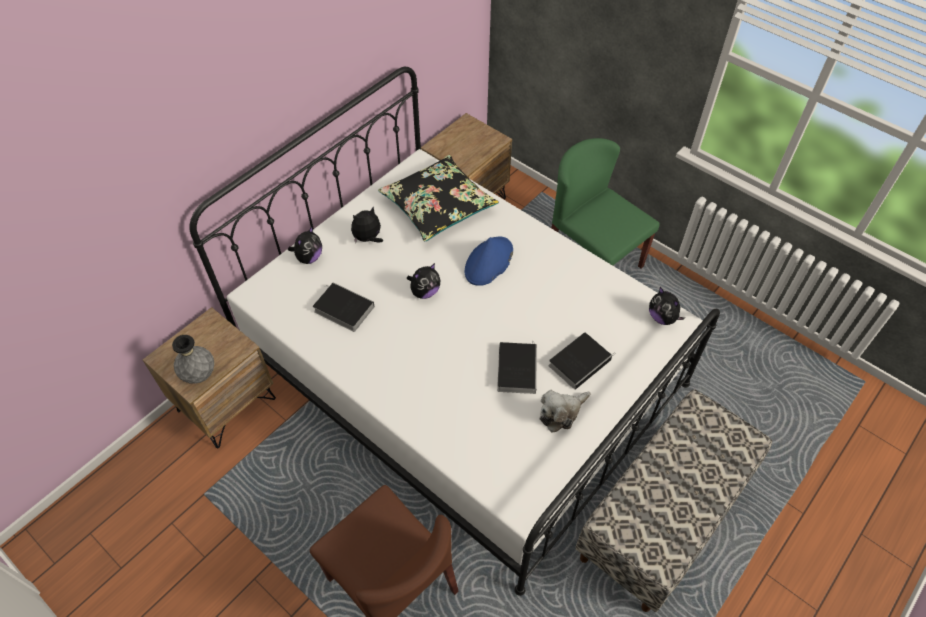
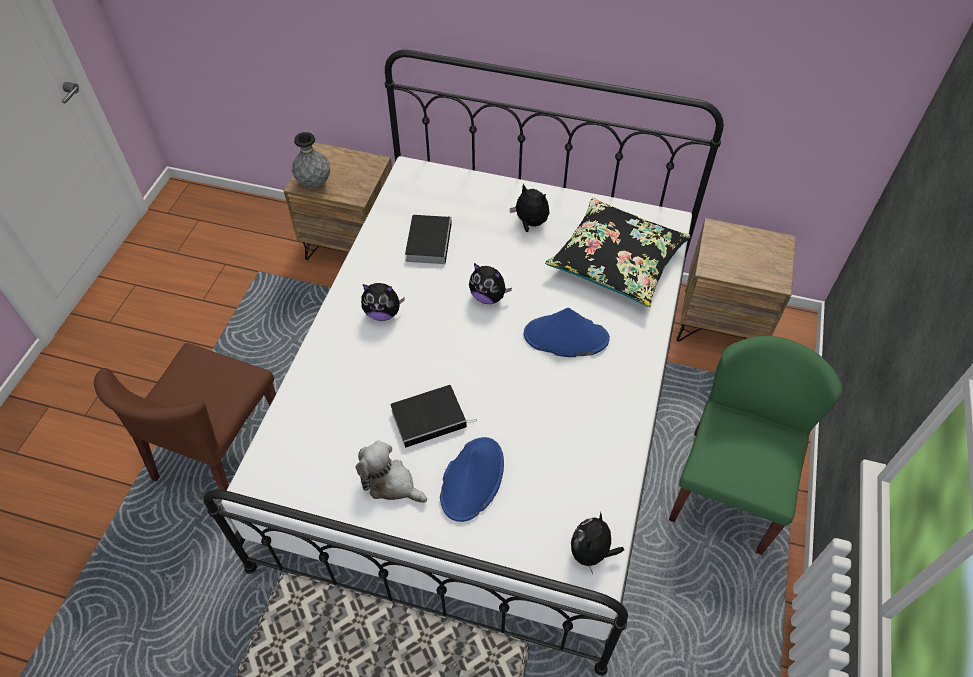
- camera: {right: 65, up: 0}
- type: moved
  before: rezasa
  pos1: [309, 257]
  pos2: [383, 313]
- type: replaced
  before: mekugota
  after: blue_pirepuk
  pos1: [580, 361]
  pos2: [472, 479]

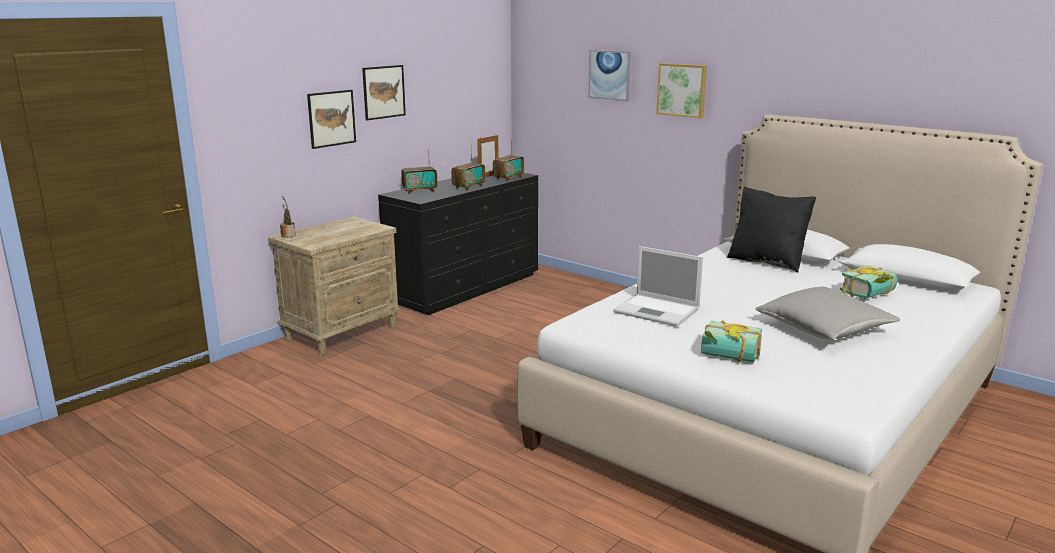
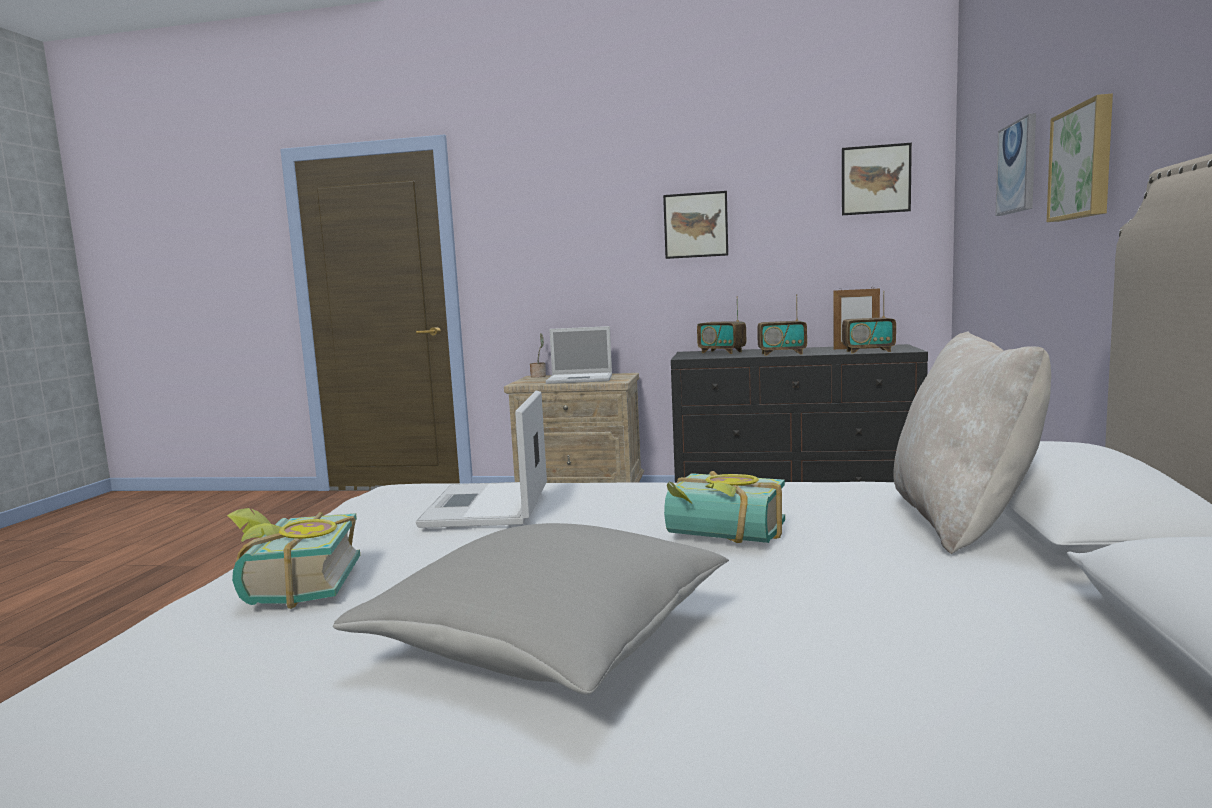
- camera: {right: 60, up: -10}
- type: moved
  before: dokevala
  pos1: [331, 118]
  pos2: [875, 179]
- type: recoloured
  before: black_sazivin
  after: beige_sazivin
  pos1: [767, 262]
  pos2: [962, 522]
- type: moved
  before: mekugota
  pos1: [871, 295]
  pos2: [722, 538]
- type: added
  after: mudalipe
  pos2: [581, 379]

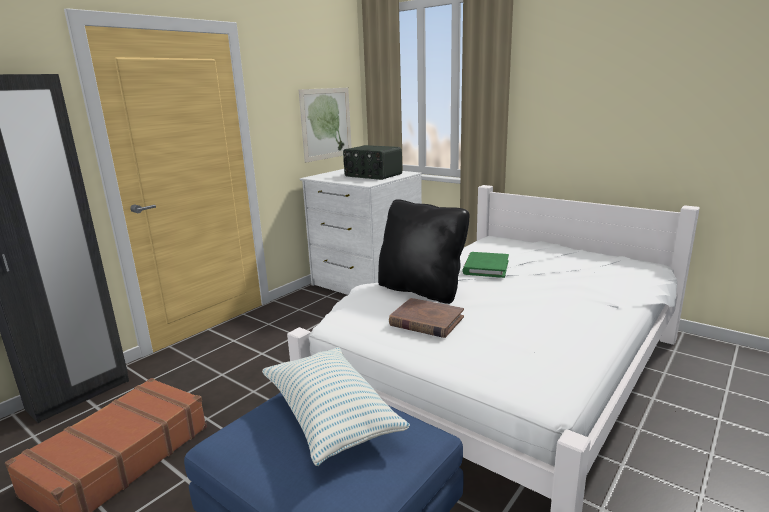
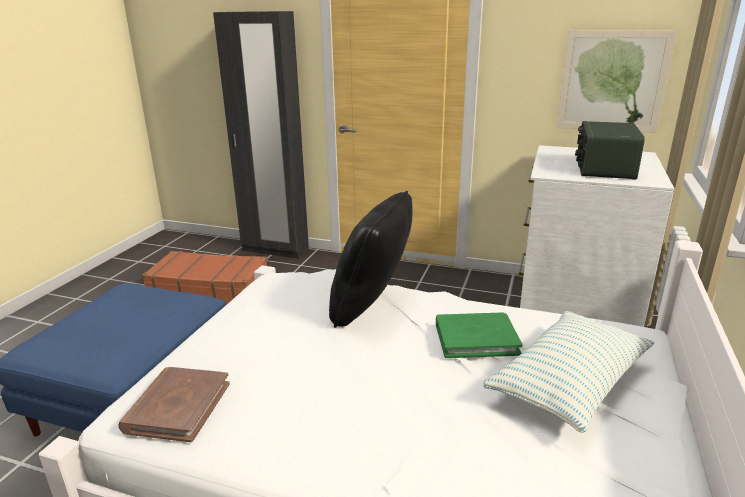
- camera: {right: 70, up: 5}
- type: moved
  before: sazivin
  pos1: [330, 417]
  pos2: [569, 384]
- type: moved
  before: brown_mekugota
  pos1: [426, 321]
  pos2: [177, 407]

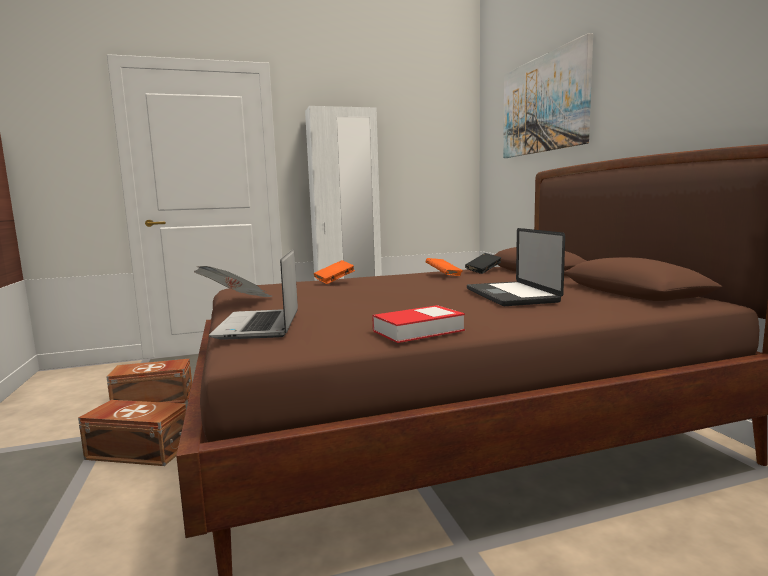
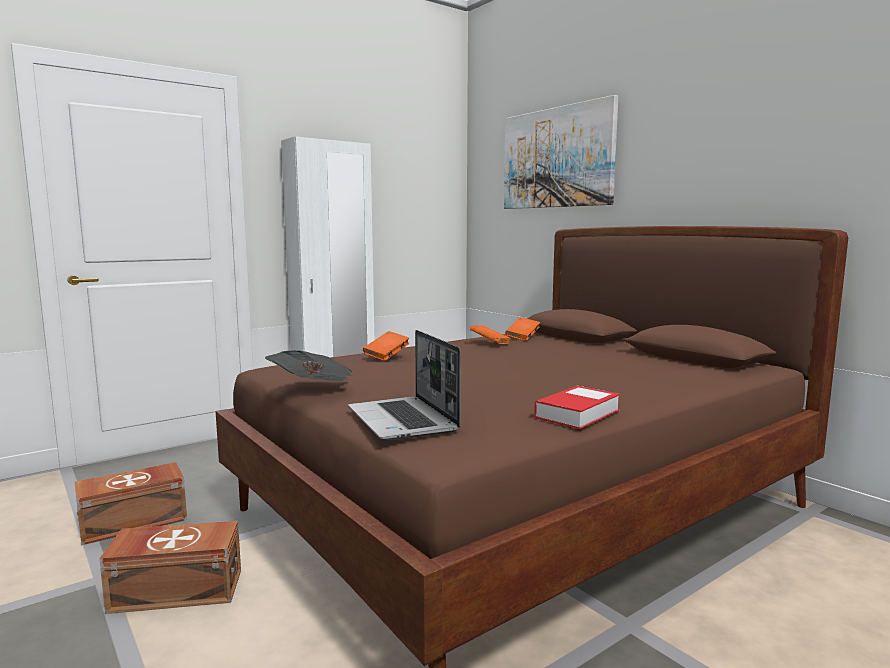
- camera: {right: -20, up: 0}
- type: recoloured
  before: black_mekugota
  after: orange_mekugota
  pos1: [483, 271]
  pos2: [522, 337]
- type: removed
  before: mudalipe
  pos1: [510, 295]

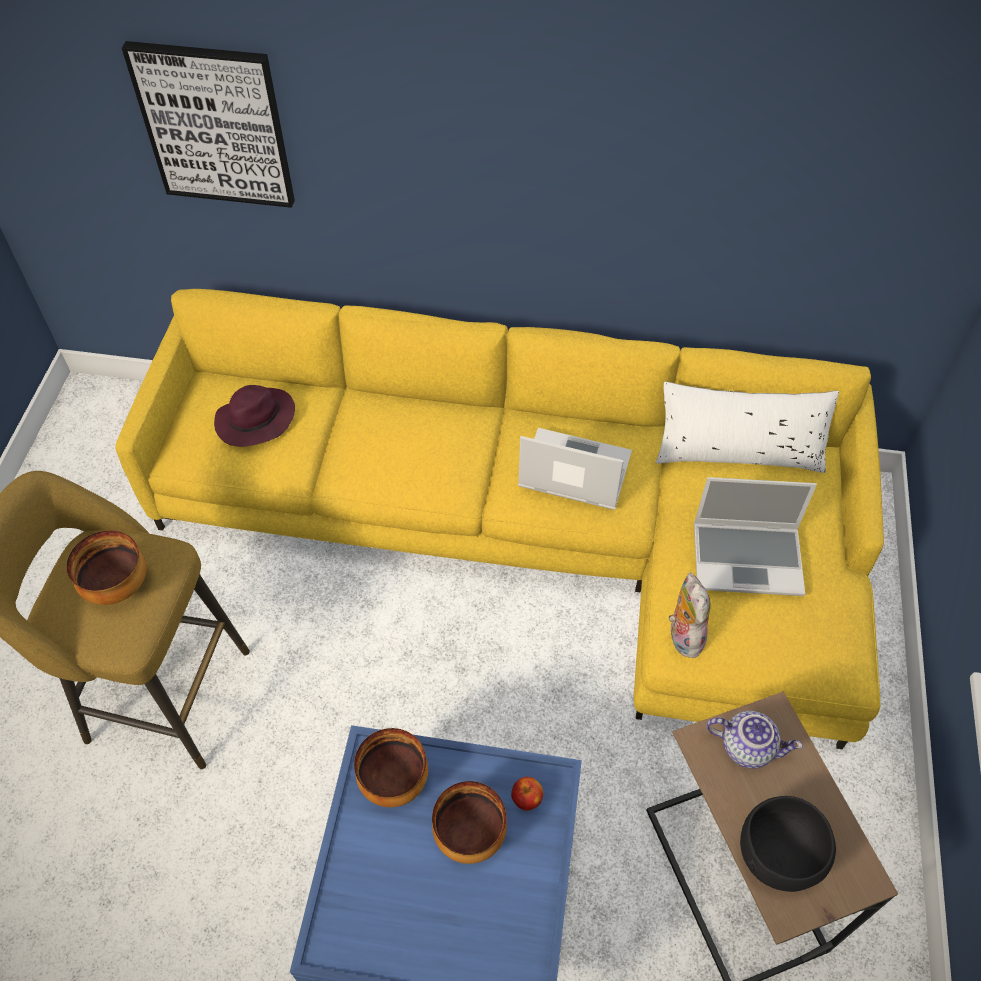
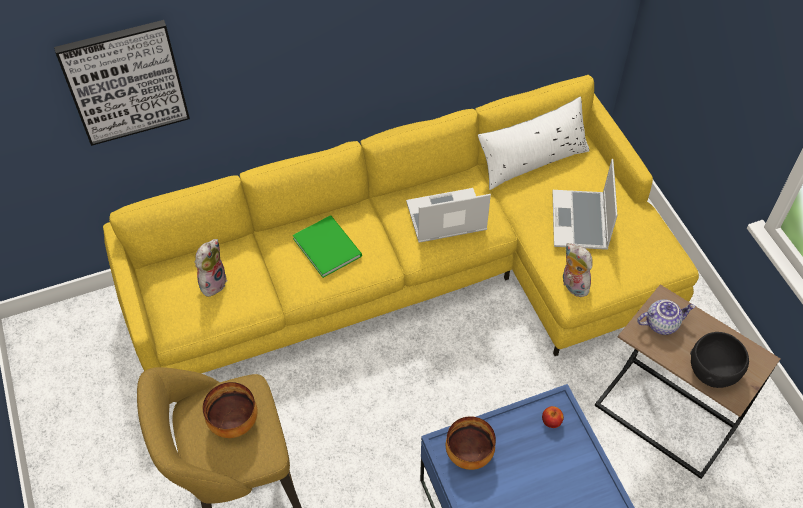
- camera: {right: -30, up: 0}
- type: replaced
  before: purple_pirepuk
  after: rezasa
  pos1: [255, 421]
  pos2: [212, 282]
- type: removed
  before: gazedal
  pos1: [469, 835]
- type: turned
  before: mudalipe
  pos1: [748, 558]
  pos2: [581, 222]
  turn: 120
- type: added
  after: green_mekugota
  pos2: [327, 245]

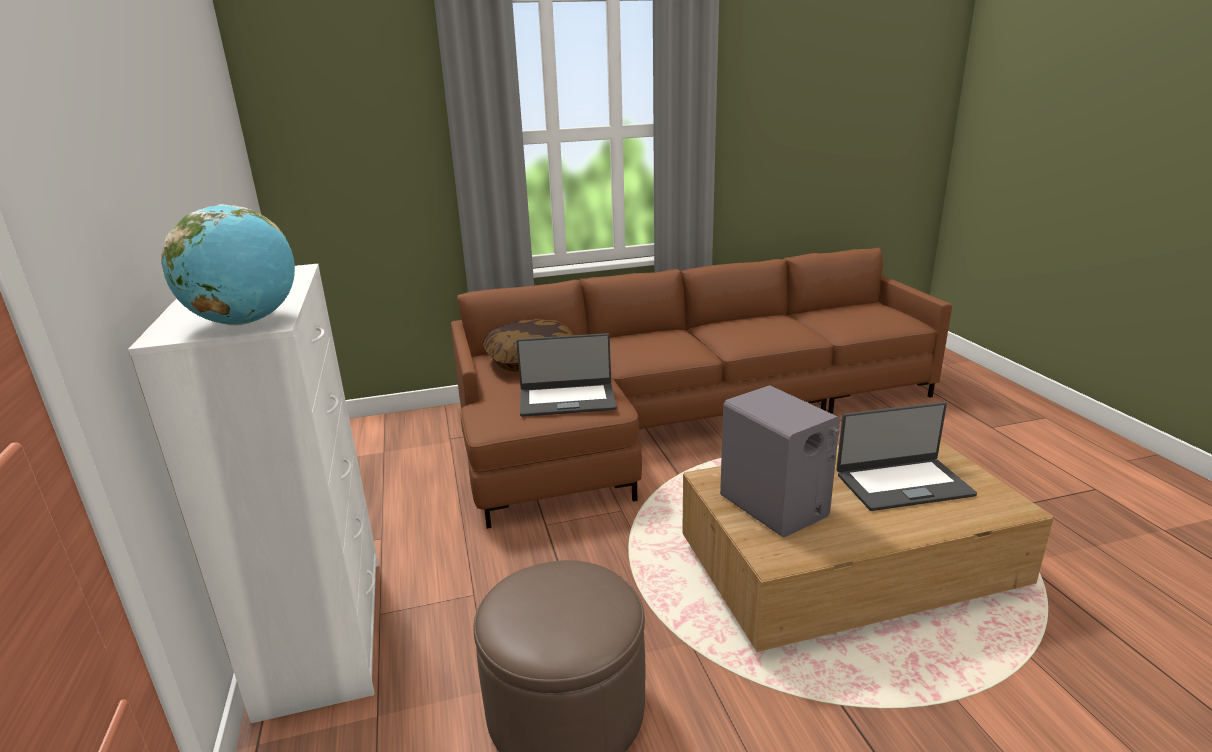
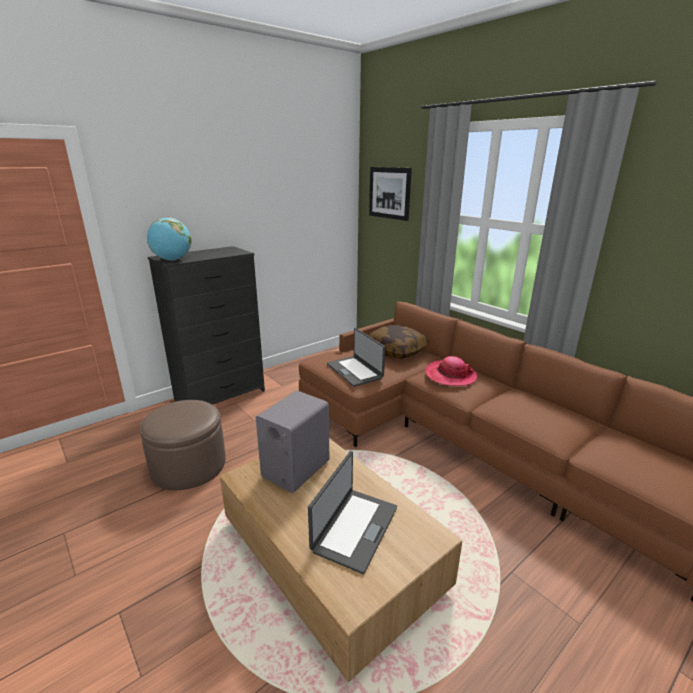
- camera: {right: 65, up: 0}
- type: recoloured
  before: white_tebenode
  after: black_tebenode
  pos1: [323, 631]
  pos2: [221, 395]
- type: turned
  before: mudalipe
  pos1: [902, 484]
  pos2: [354, 528]
  turn: -120
- type: added
  after: dokevala
  pos2: [389, 193]
- type: added
  after: pirepuk
  pos2: [450, 375]

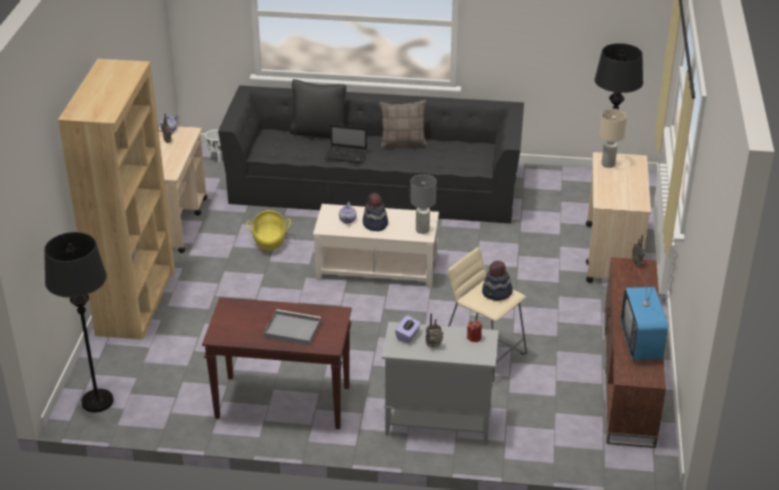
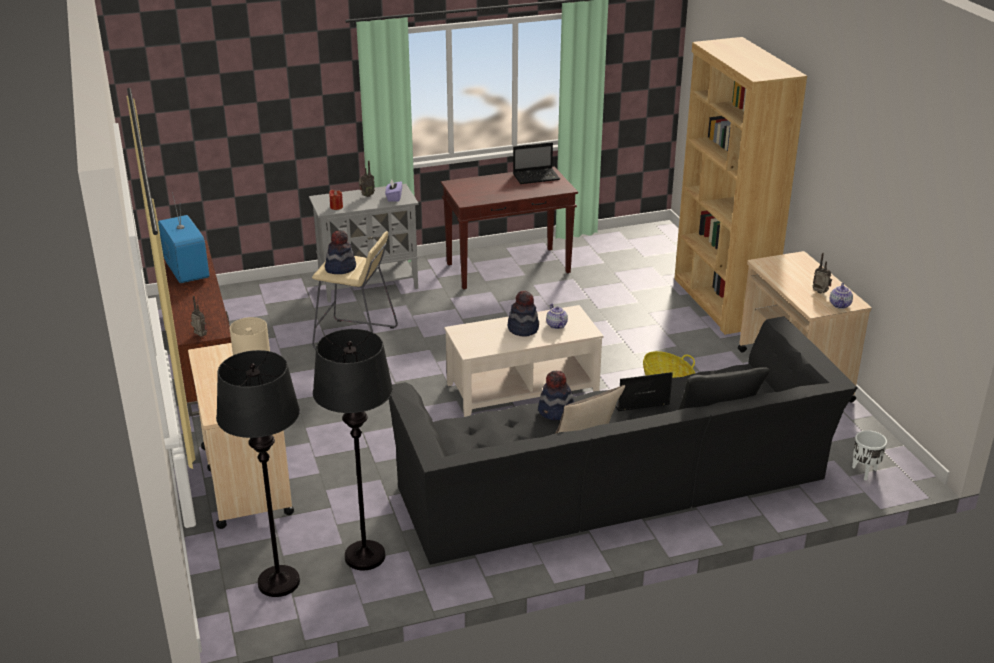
- camera: {right: 155, up: -5}
- type: moved
  before: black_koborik
  pos1: [97, 401]
  pos2: [364, 556]
- type: removed
  before: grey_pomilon
  pos1: [291, 330]
- type: removed
  before: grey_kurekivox
  pos1: [422, 230]
- type: added
  after: mudalipe
  pos2: [537, 177]
- type: added
  after: pirepuk
  pos2: [556, 412]

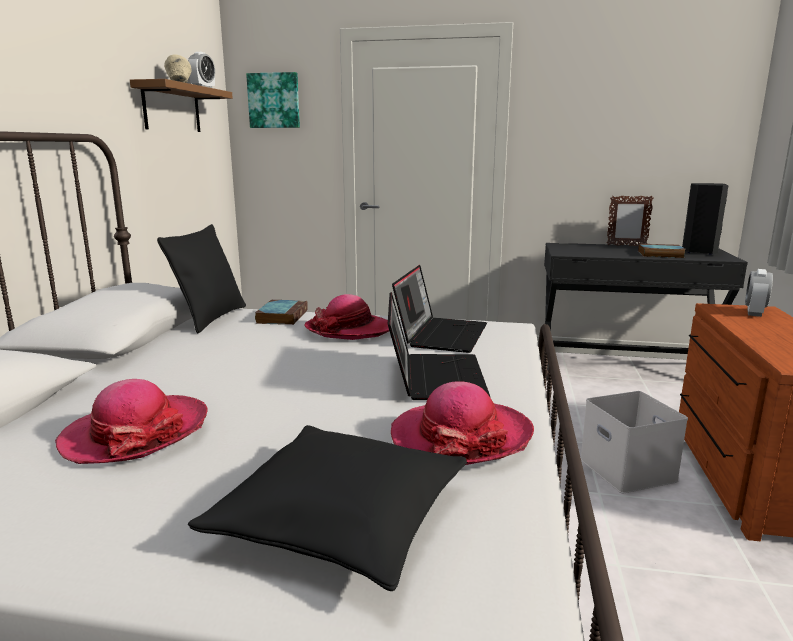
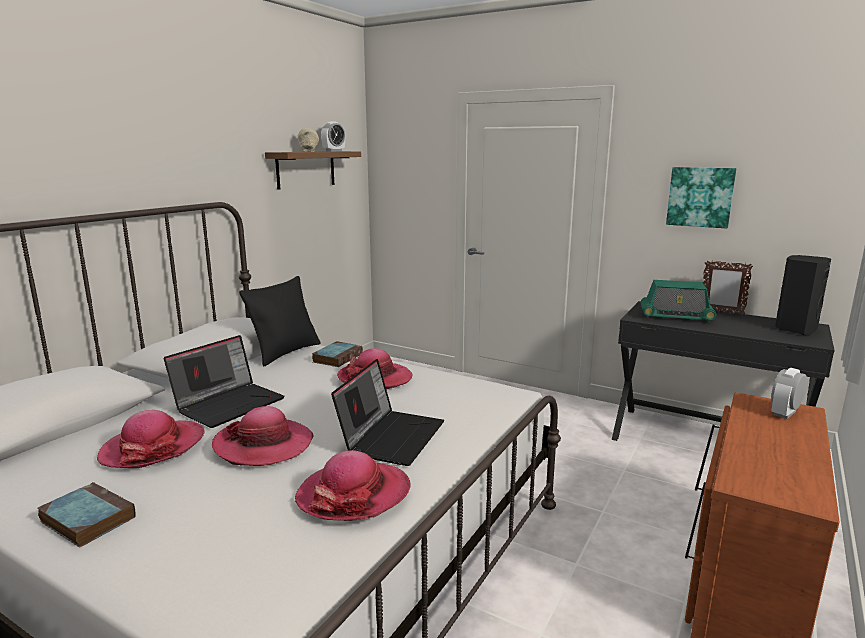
- camera: {right: 20, up: 0}
- type: removed
  before: black_sazivin
  pos1: [341, 518]
- type: moved
  before: dokevala
  pos1: [274, 100]
  pos2: [700, 197]
- type: moved
  before: mudalipe
  pos1: [441, 335]
  pos2: [229, 403]
- type: removed
  before: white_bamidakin
  pos1: [629, 470]
- type: moved
  before: mekugota
  pos1: [659, 254]
  pos2: [86, 519]
- type: added
  after: pirepuk
  pos2: [263, 445]
- type: added
  after: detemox
  pos2: [676, 316]

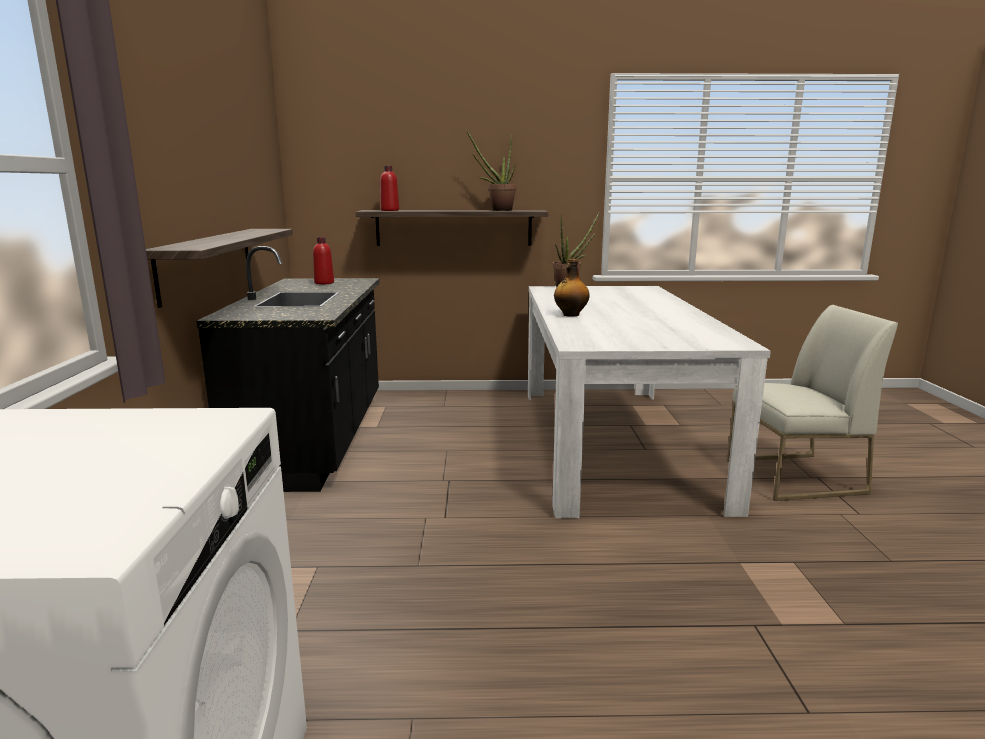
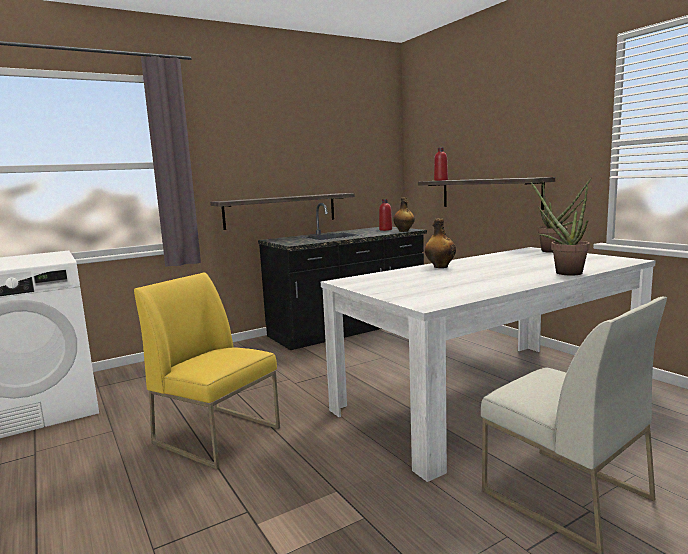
- camera: {right: 60, up: -5}
- type: moved
  before: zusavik
  pos1: [497, 210]
  pos2: [563, 272]
- type: added
  after: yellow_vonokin
  pos2: [218, 435]
- type: added
  after: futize
  pos2: [404, 231]

